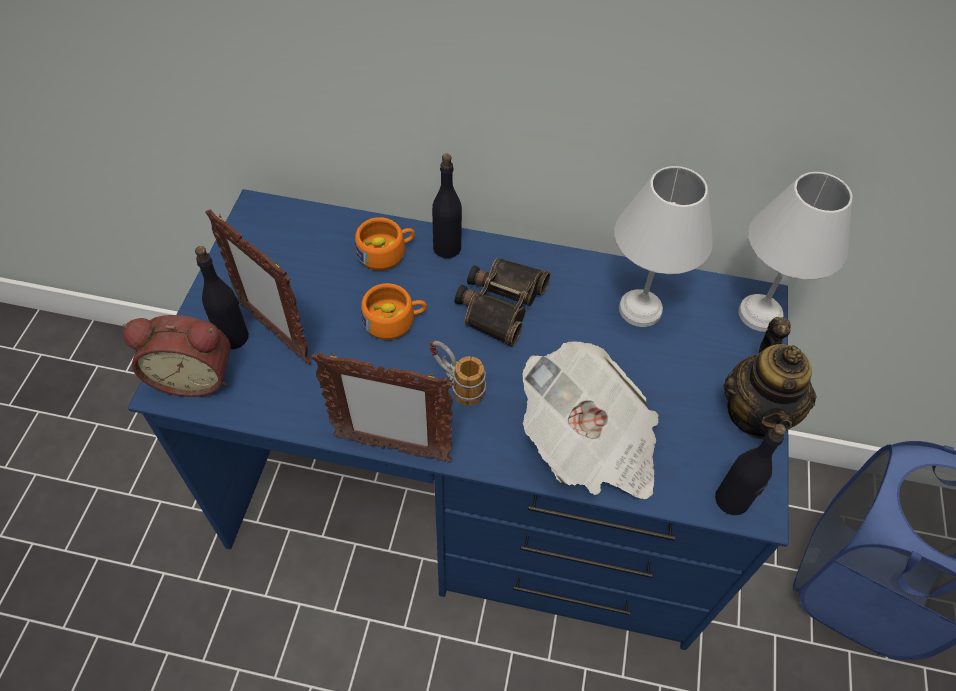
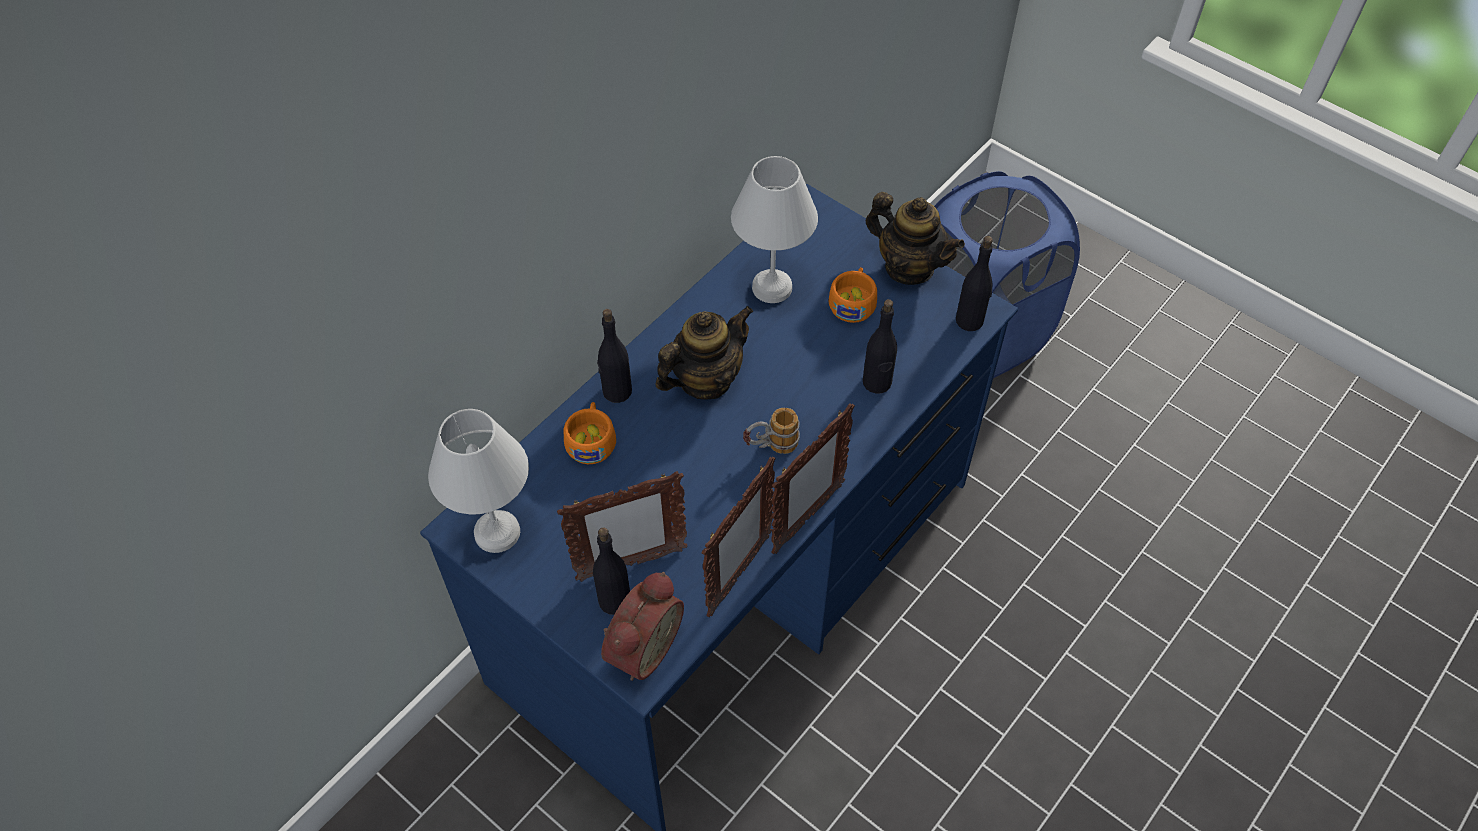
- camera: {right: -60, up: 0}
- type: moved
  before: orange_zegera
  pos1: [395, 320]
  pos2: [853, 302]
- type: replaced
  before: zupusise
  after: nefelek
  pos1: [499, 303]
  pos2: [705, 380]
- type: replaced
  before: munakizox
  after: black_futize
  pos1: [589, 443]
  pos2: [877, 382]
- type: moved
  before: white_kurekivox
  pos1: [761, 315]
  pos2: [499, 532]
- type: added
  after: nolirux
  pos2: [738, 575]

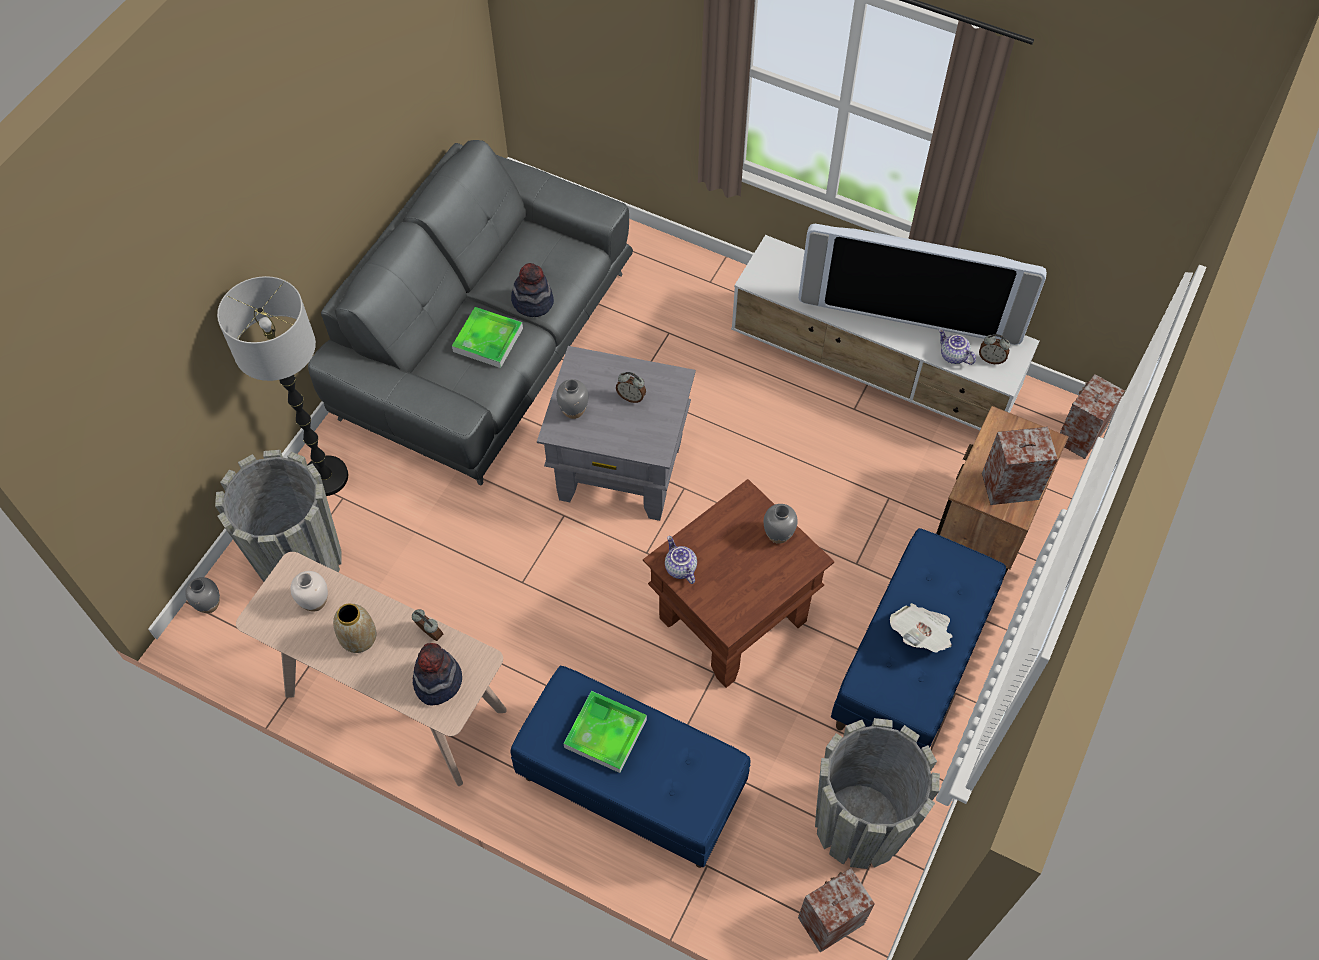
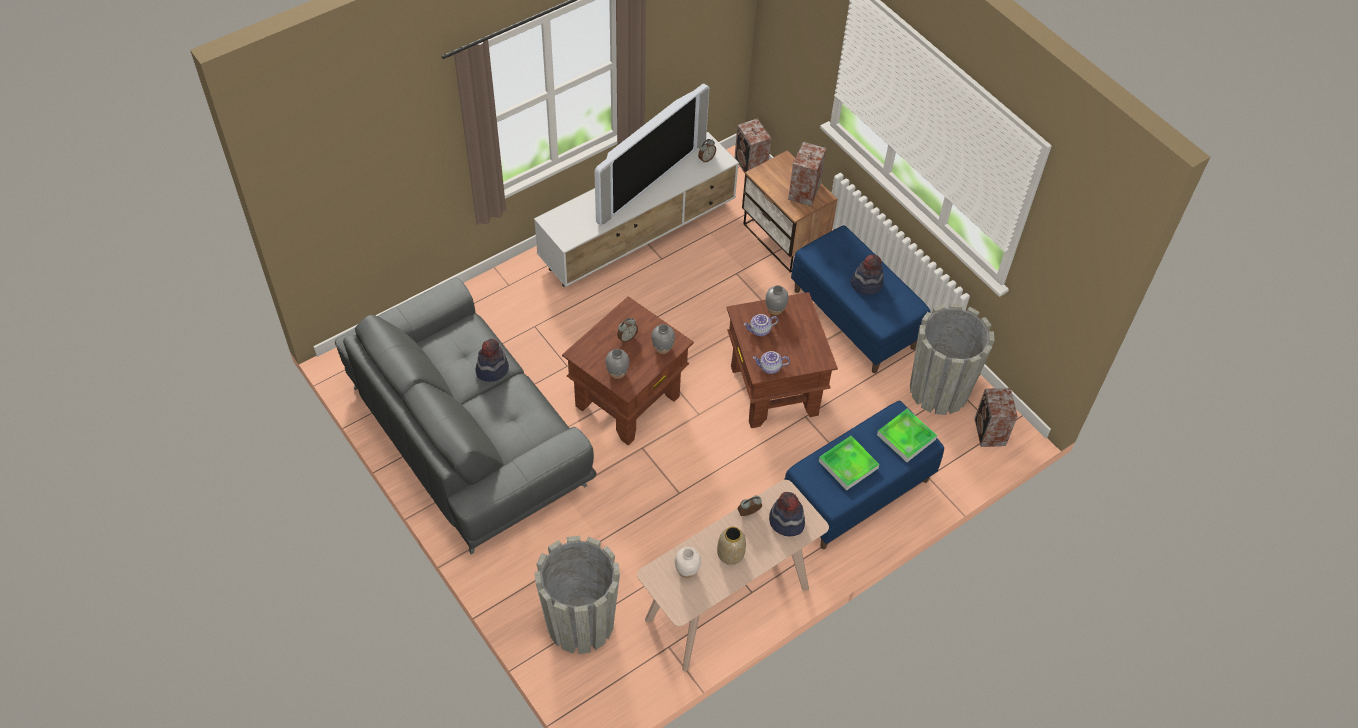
- camera: {right: -65, up: -5}
- type: moved
  before: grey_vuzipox
  pos1: [209, 604]
  pos2: [662, 348]
- type: removed
  before: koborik
  pos1: [326, 476]
- type: moved
  before: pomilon
  pos1: [488, 340]
  pos2: [906, 437]
- type: recoloured
  before: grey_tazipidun
  after: brown_tazipidun
  pos1: [620, 472]
  pos2: [628, 401]
- type: replaced
  before: munakizox
  after: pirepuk
  pos1: [921, 634]
  pos2: [866, 284]
- type: moved
  before: nefelek
  pos1: [953, 356]
  pos2: [760, 331]

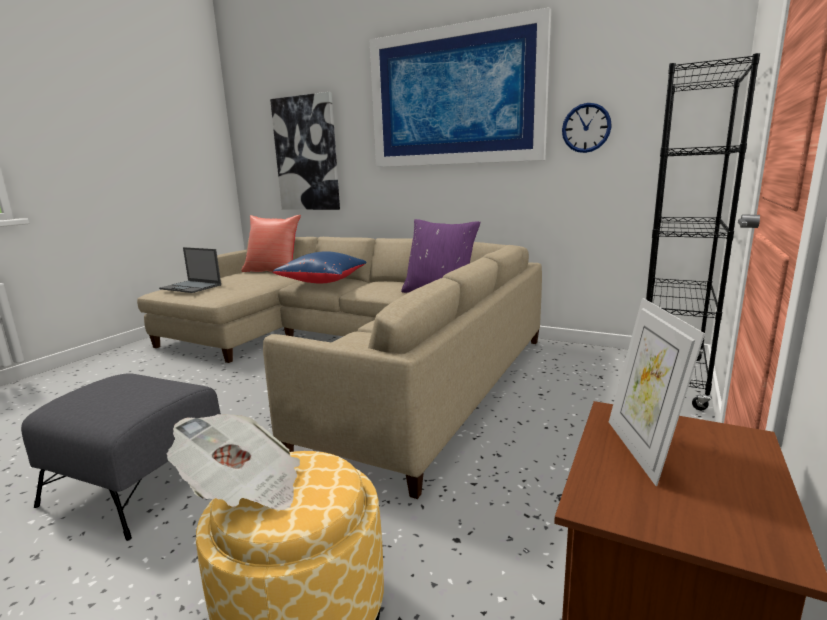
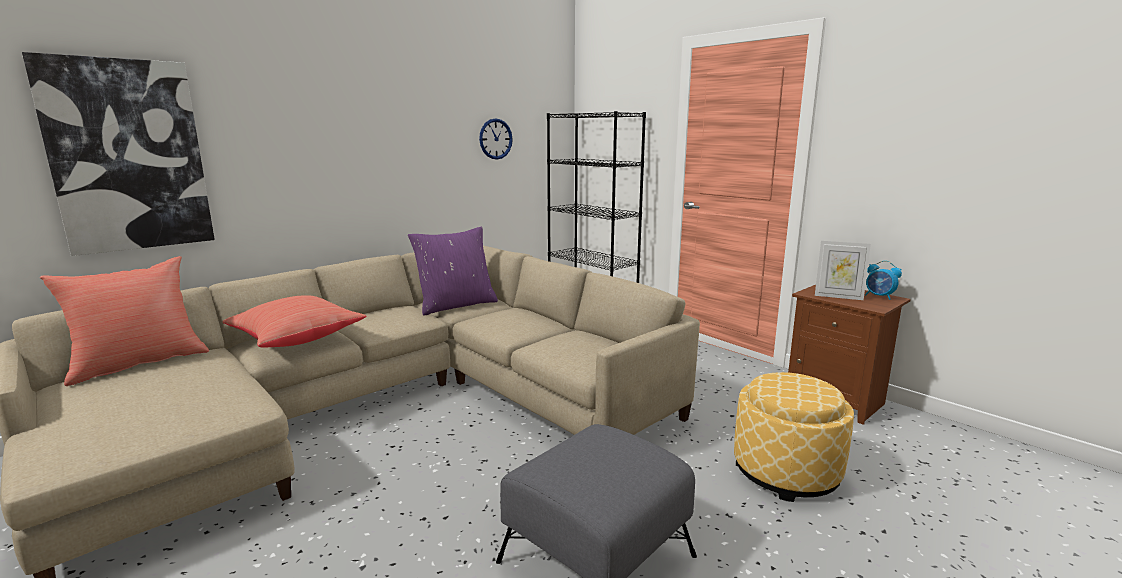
- camera: {right: -70, up: 0}
- type: removed
  before: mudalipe
  pos1: [191, 287]
- type: removed
  before: munakizox
  pos1: [243, 488]
- type: recoloured
  before: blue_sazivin
  after: red_sazivin
  pos1: [324, 281]
  pos2: [296, 339]
- type: removed
  before: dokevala
  pos1: [455, 97]
- type: added
  after: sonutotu
  pos2: [879, 297]

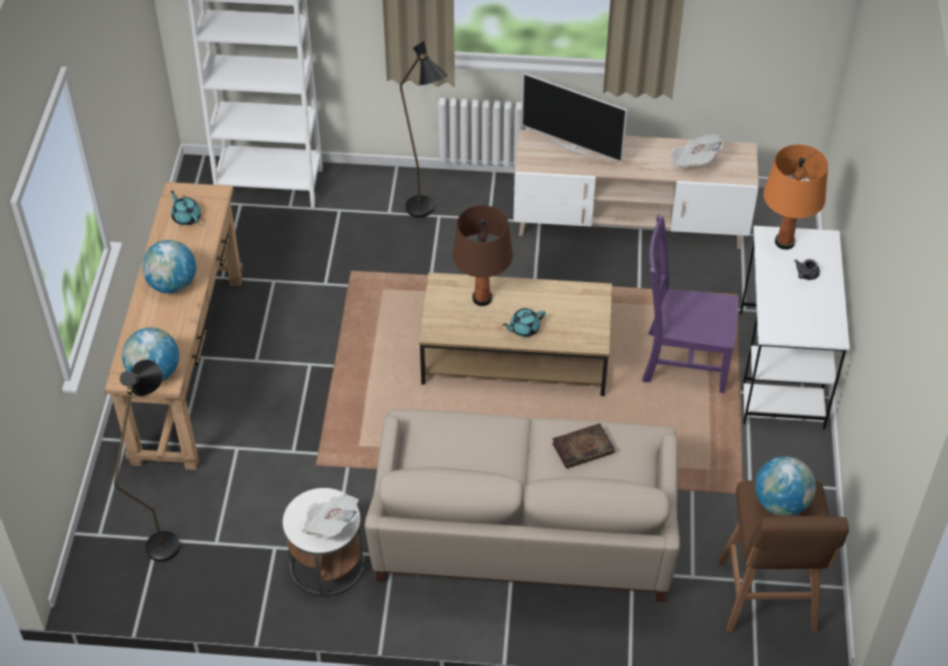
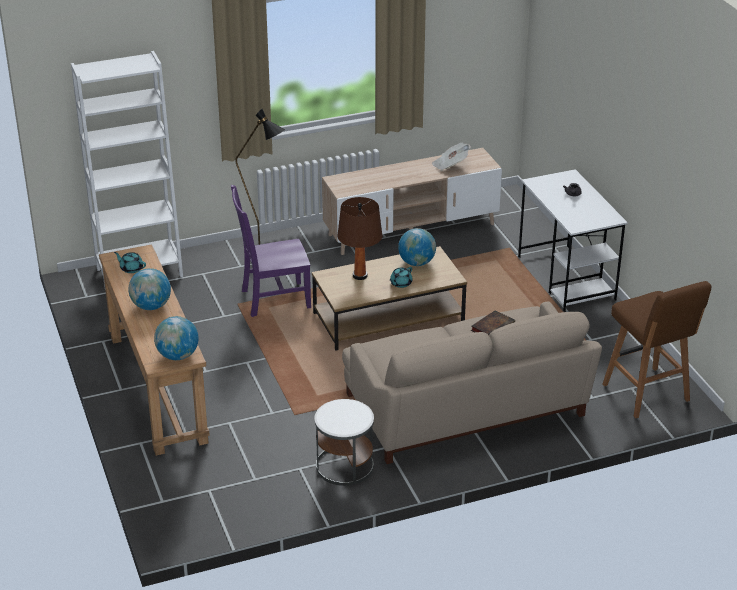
- camera: {right: -25, up: -15}
- type: removed
  before: black_koborik
  pos1: [168, 536]
- type: removed
  before: munakizox
  pos1: [330, 524]
- type: removed
  before: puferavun
  pos1: [573, 147]
- type: moved
  before: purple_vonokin
  pos1: [682, 361]
  pos2: [273, 299]
- type: moved
  before: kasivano
  pos1: [781, 503]
  pos2: [417, 263]
- type: removed
  before: orange_kurekivox
  pos1: [784, 242]

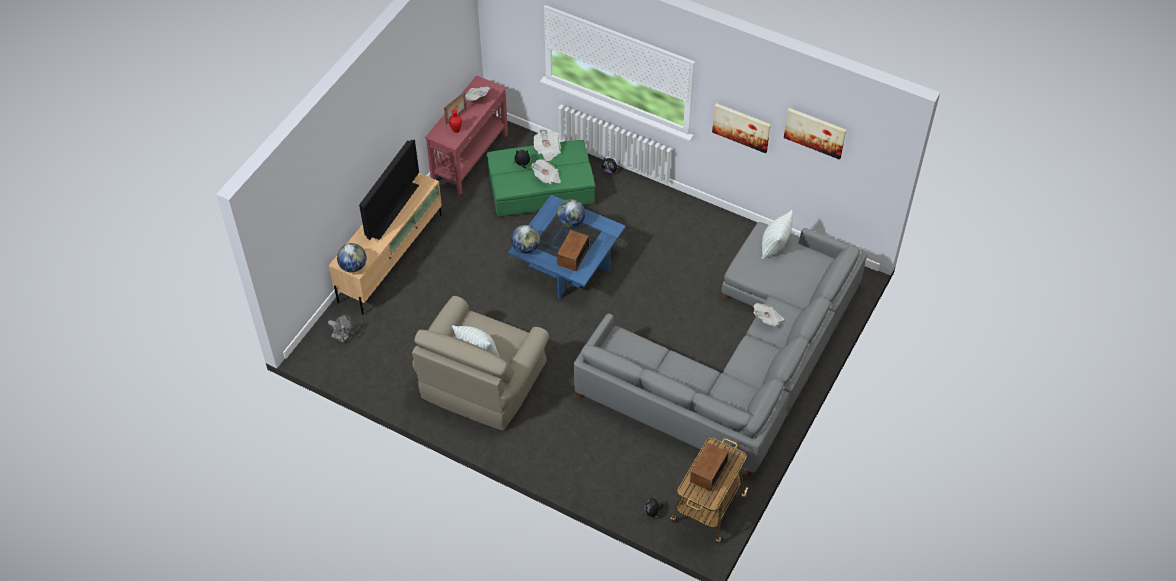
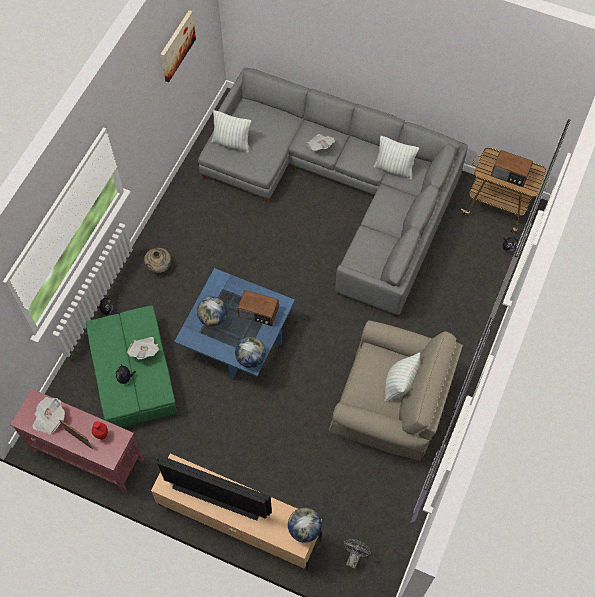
- camera: {right: -95, up: 10}
- type: removed
  before: munakizox
  pos1: [547, 150]
- type: removed
  before: dokevala
  pos1: [741, 127]
- type: added
  after: beige_vuzipox
  pos2: [159, 267]
- type: added
  after: sazivin
  pos2: [394, 169]

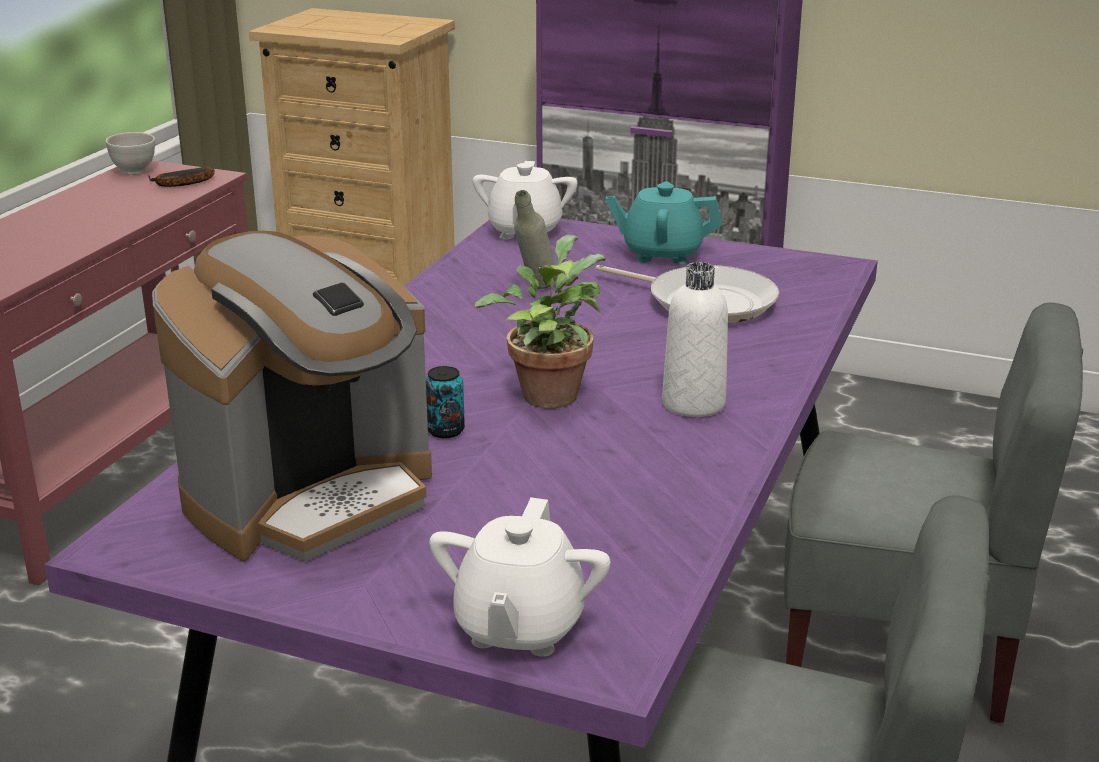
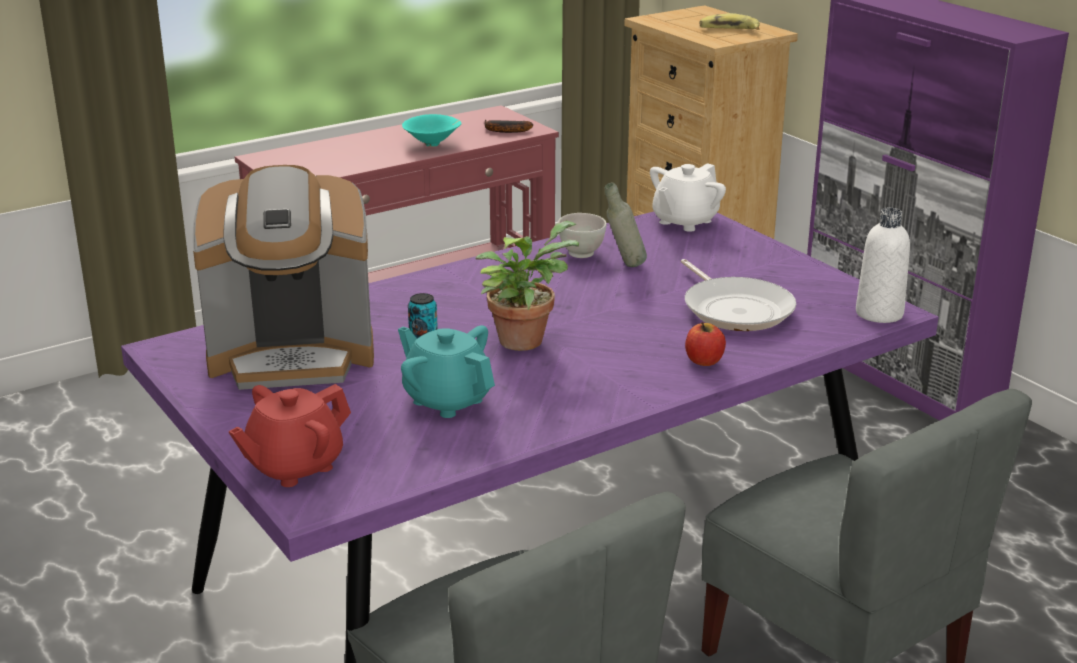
- camera: {right: 35, up: 0}
- type: moved
  before: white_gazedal
  pos1: [134, 171]
  pos2: [581, 254]
- type: recoloured
  before: white_nefelek
  after: red_nefelek
  pos1: [519, 628]
  pos2: [294, 467]
- type: moved
  before: turquoise_nefelek
  pos1: [662, 254]
  pos2: [447, 400]
- type: moved
  before: white_futize
  pos1: [693, 404]
  pos2: [879, 313]
- type: added
  after: turquoise_gazedal
  pos2: [433, 144]
- type: added
  after: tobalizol
  pos2: [704, 361]
- type: added
  after: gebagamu
  pos2: [729, 30]

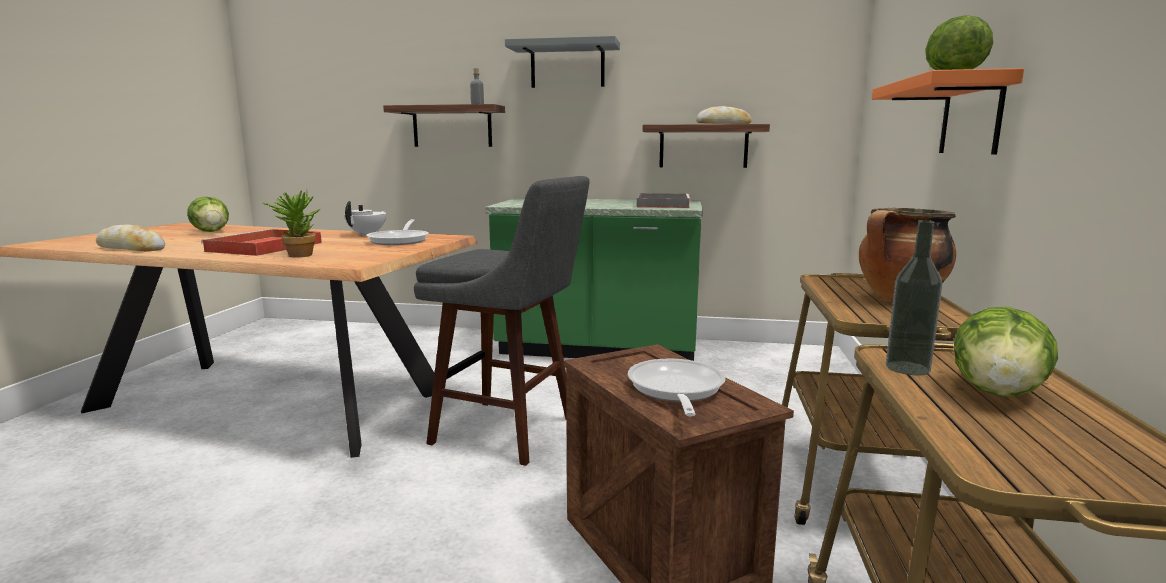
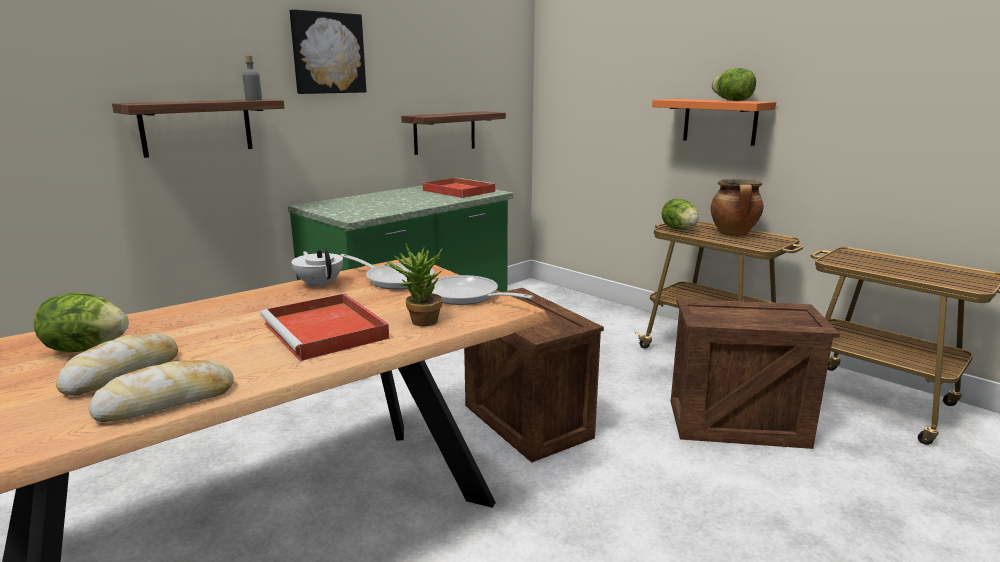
- camera: {right: -55, up: 5}
- type: replaced
  before: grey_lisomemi
  after: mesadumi
  pos1: [510, 432]
  pos2: [529, 421]
- type: replaced
  before: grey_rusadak
  after: dokevala
  pos1: [567, 65]
  pos2: [327, 53]
- type: moved
  before: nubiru
  pos1: [675, 390]
  pos2: [467, 296]
- type: recoloured
  before: grey_pomilon
  after: red_pomilon
  pos1: [662, 204]
  pos2: [457, 191]
- type: moved
  before: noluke
  pos1: [723, 124]
  pos2: [123, 373]
- type: removed
  before: futize
  pos1: [907, 368]
- type: moved
  before: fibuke
  pos1: [997, 392]
  pos2: [679, 229]

